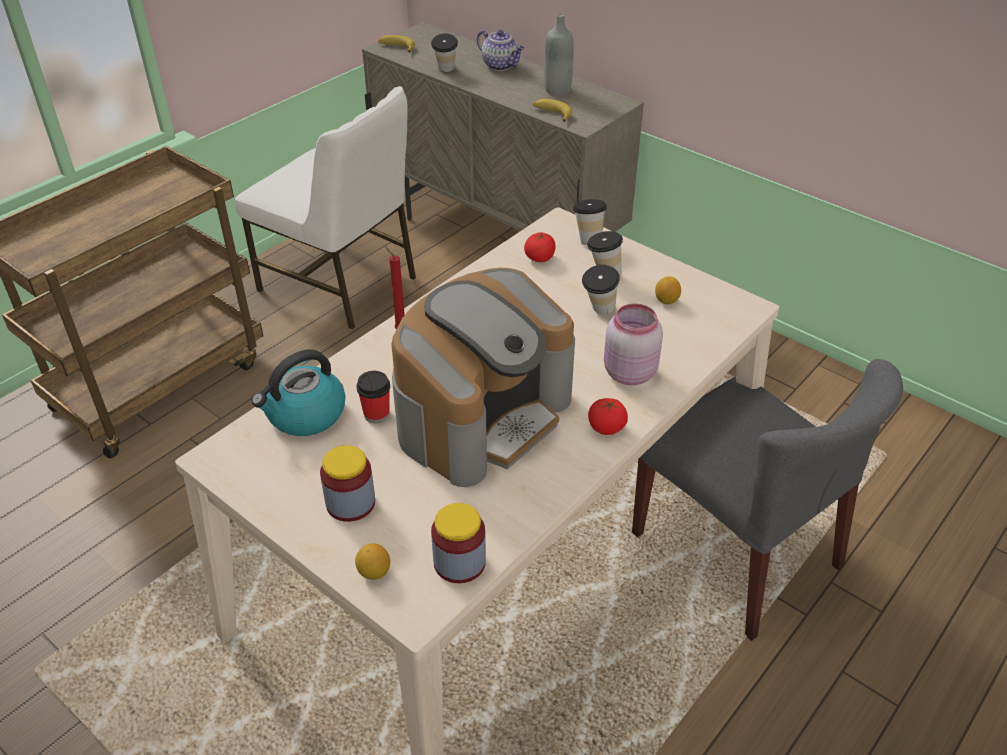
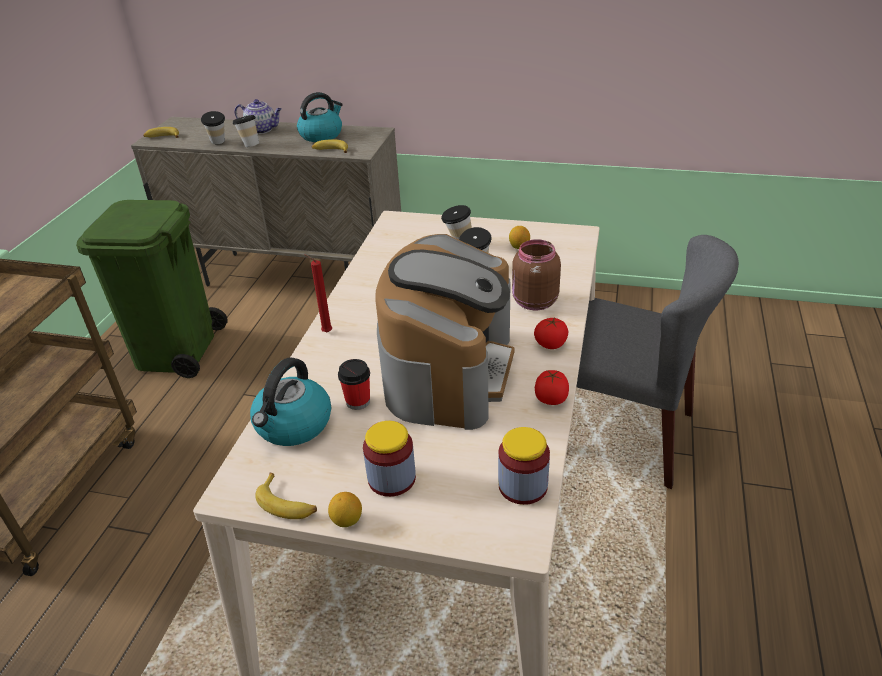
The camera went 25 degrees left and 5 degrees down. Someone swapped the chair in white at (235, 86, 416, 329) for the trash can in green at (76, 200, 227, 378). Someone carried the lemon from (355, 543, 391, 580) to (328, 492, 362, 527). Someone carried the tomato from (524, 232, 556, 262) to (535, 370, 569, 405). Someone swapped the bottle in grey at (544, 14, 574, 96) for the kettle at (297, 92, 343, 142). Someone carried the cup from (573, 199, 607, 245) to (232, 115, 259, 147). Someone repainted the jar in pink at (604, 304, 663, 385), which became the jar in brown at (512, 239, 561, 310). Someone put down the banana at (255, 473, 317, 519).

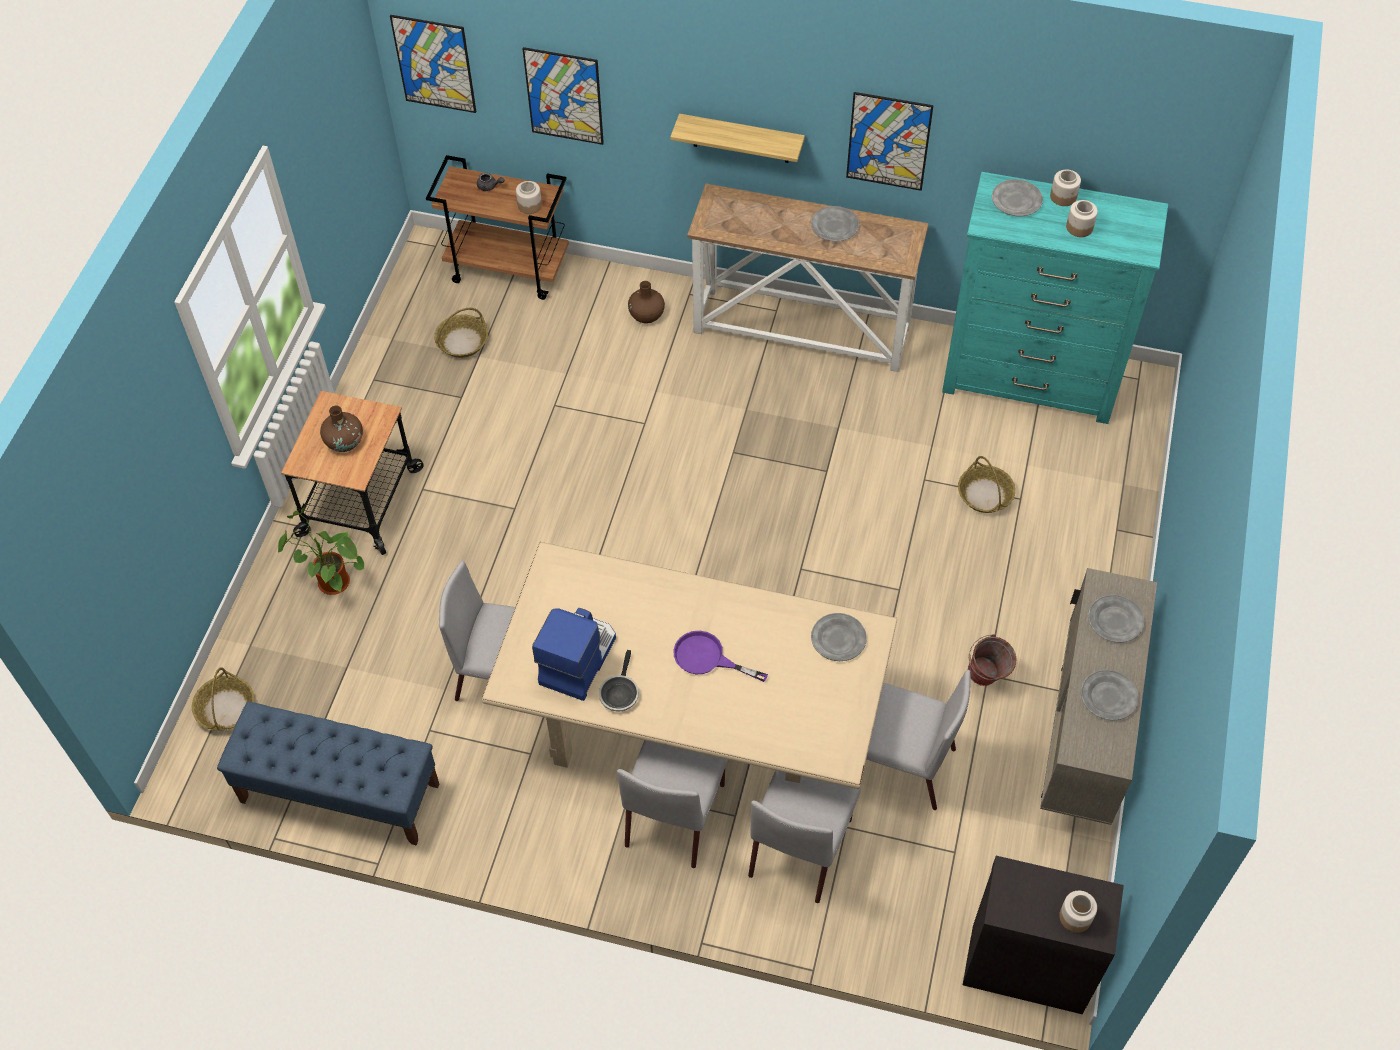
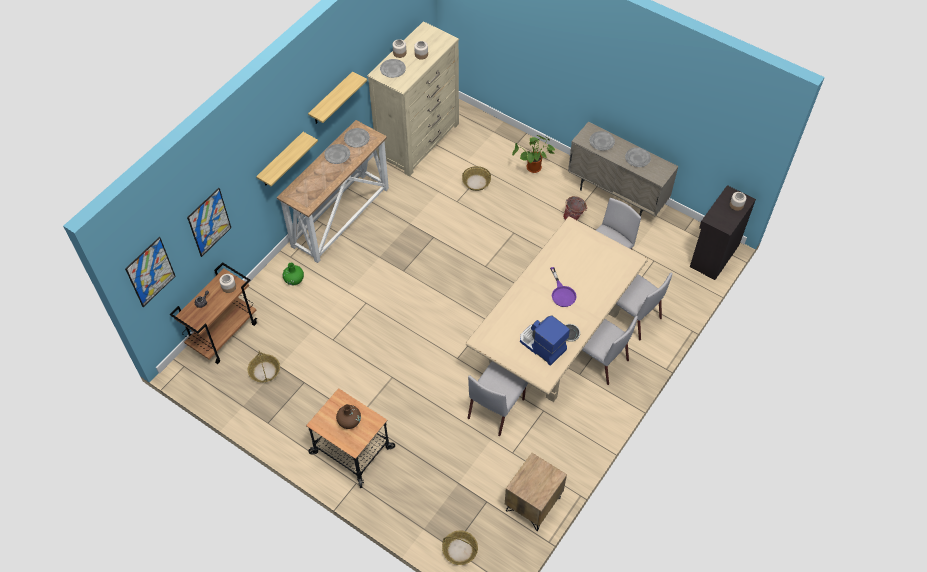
The camera went 70 degrees left and 0 degrees up. Someone swapped the bench in blue at (217, 702, 439, 845) for the nightstand in brown at (505, 453, 567, 531). Someone carried the potted plant from (278, 506, 365, 595) to (512, 135, 556, 173). Someone repainted the vase in brown at (628, 281, 665, 323), which became the vase in green at (283, 263, 304, 285). Someone rotated the frying pan in purple at (673, 631, 768, 682) by 60 degrees counterclockwise. Someone carried the plate in grey from (811, 613, 867, 661) to (344, 128, 370, 148). Someone swapped the picture at (846, 92, 934, 191) for the shelf at (308, 71, 367, 124). Someone repainted the dresser in turquoise at (942, 172, 1168, 424), which became the dresser in beige at (367, 21, 459, 176).

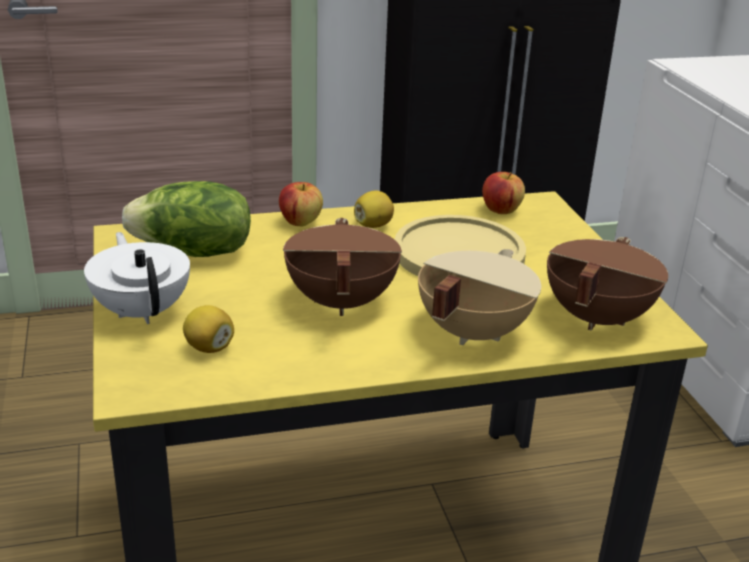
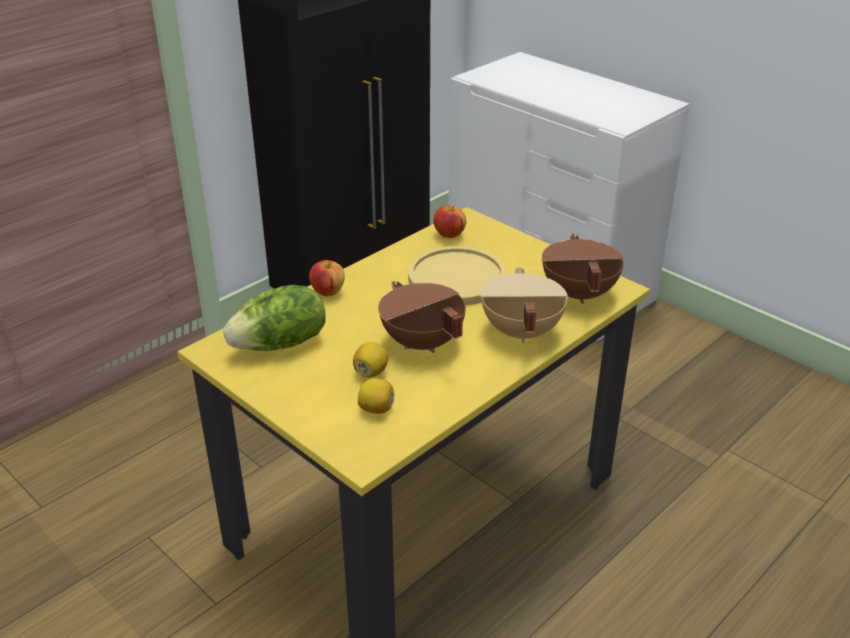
The camera went 30 degrees left and 5 degrees up. Someone took away the teapot in white at (84, 232, 190, 324). Someone carried the lemon from (354, 191, 394, 228) to (353, 342, 388, 378).

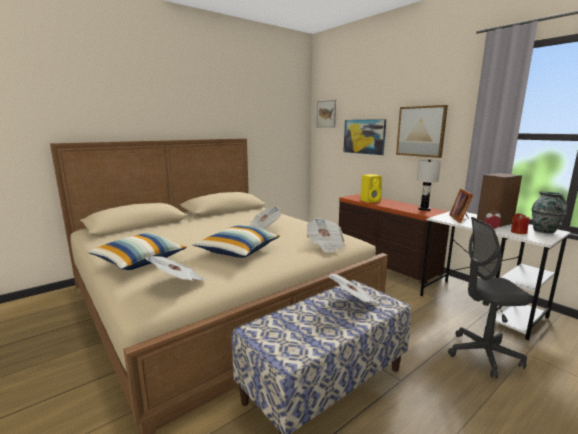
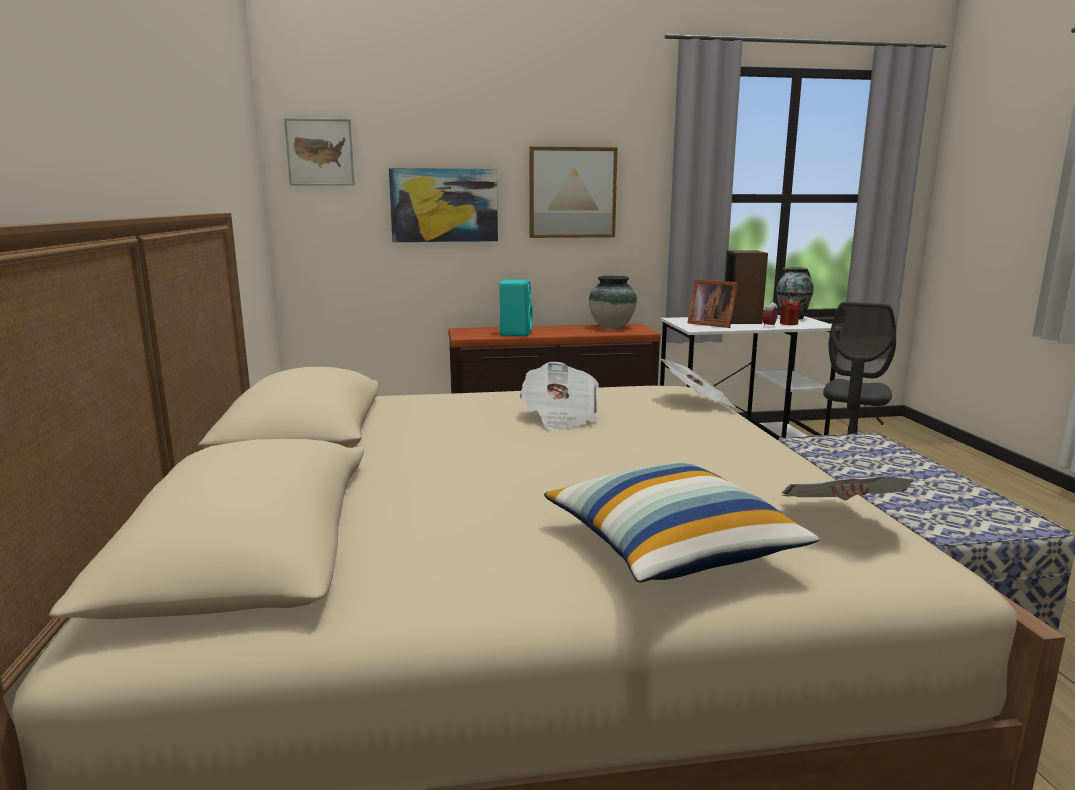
The camera went 60 degrees left and 0 degrees up. Someone took away the pillow at (193, 225, 280, 258). Someone took away the newspaper at (328, 274, 380, 303). Someone repainted the speaker in yellow at (360, 174, 382, 203), which became the speaker in turquoise at (499, 280, 533, 336). Someone swapped the table lamp in white at (416, 160, 441, 211) for the vase at (589, 276, 637, 329).

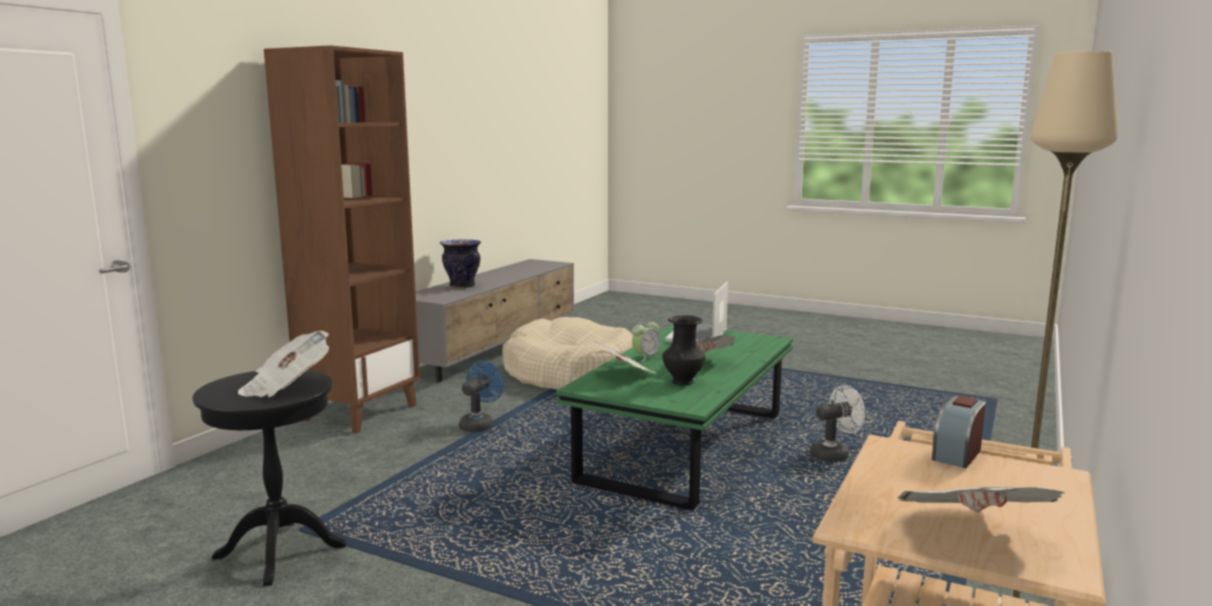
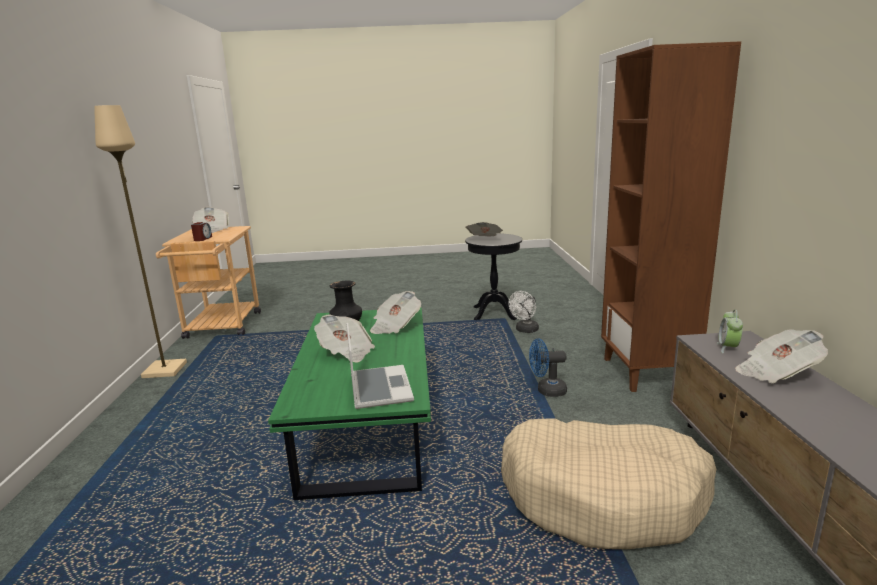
The camera went 150 degrees right and 5 degrees up. Someone swapped the vase at (440, 239, 481, 288) for the newspaper at (735, 329, 828, 383). Someone rotated the fan in blue at (459, 360, 504, 432) by 90 degrees clockwise. Someone carried the alarm clock from (632, 318, 661, 362) to (717, 309, 743, 354). Someone carried the fan in white from (810, 385, 865, 462) to (508, 291, 539, 333).

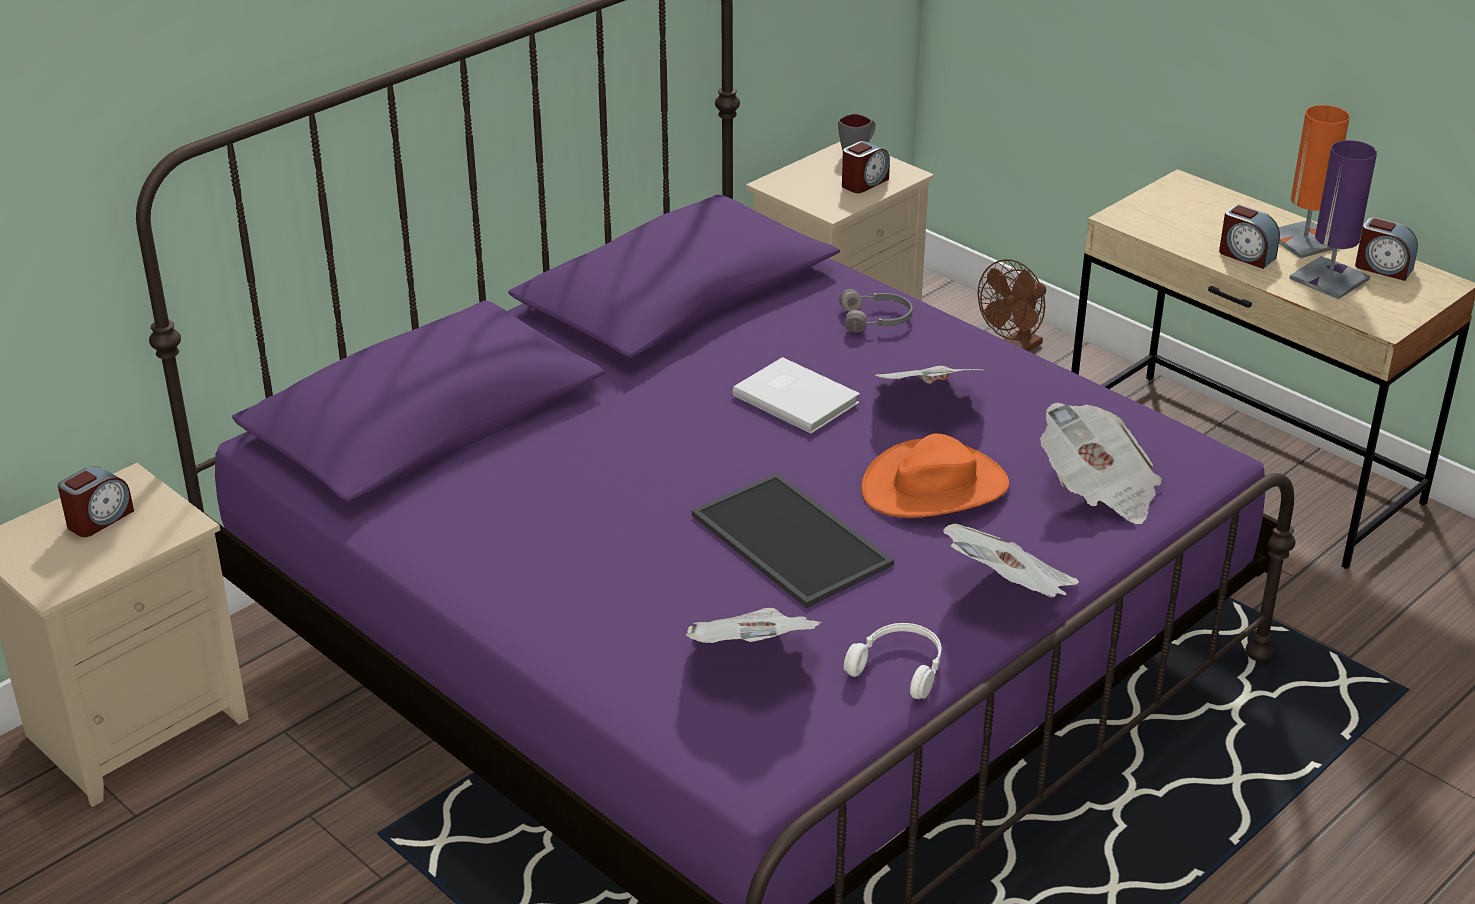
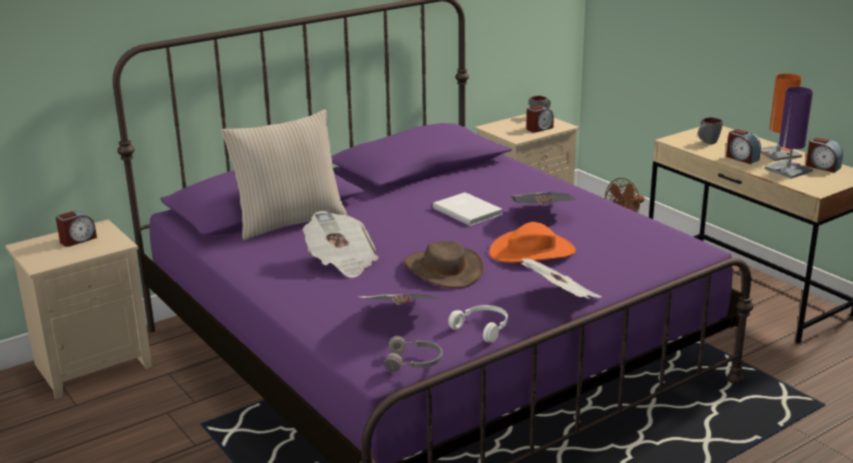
The camera went 10 degrees right and 10 degrees down. Someone swapped the tray at (692, 473, 894, 608) for the hat in brown at (404, 241, 483, 288). Someone carried the headphones in grey from (839, 289, 913, 333) to (384, 336, 443, 371). Someone carried the newspaper from (1040, 402, 1162, 524) to (303, 211, 379, 278). Someone put down the pillow in beige at (221, 109, 348, 240). Someone put down the mug in grey at (698, 117, 723, 144).

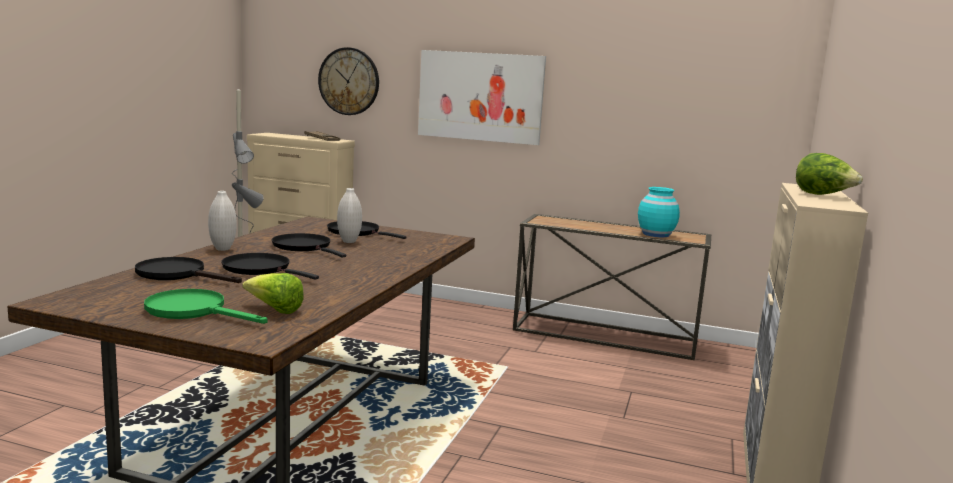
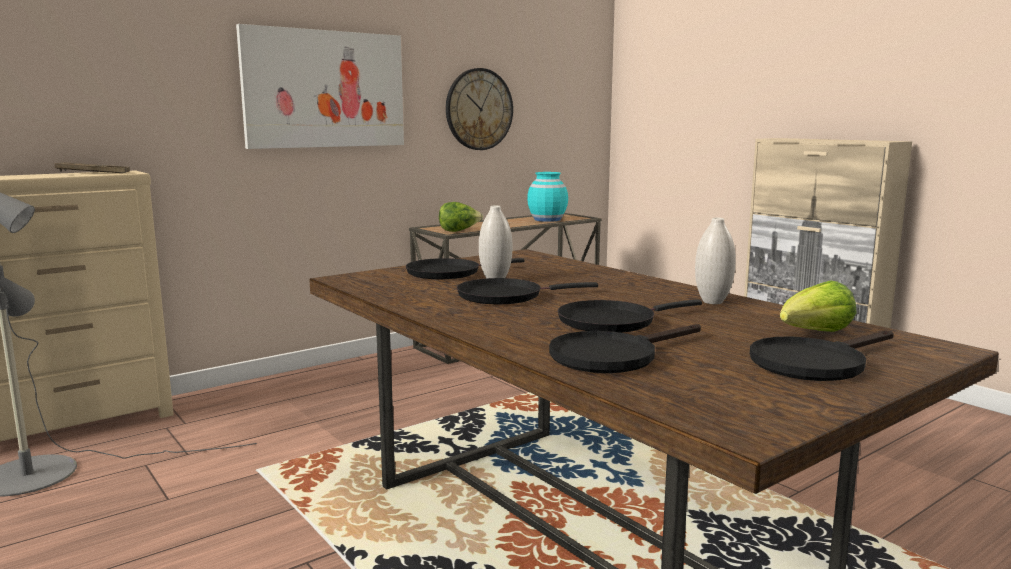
The camera went 55 degrees left and 0 degrees up. Someone repainted the frying pan in green at (144, 289, 267, 324), which became the frying pan in black at (750, 330, 894, 381). Someone carried the vase in white from (208, 191, 237, 251) to (695, 218, 736, 304). Someone carried the wall clock from (318, 47, 379, 115) to (446, 68, 513, 150). Someone carried the lettuce from (796, 153, 863, 195) to (439, 202, 483, 232).

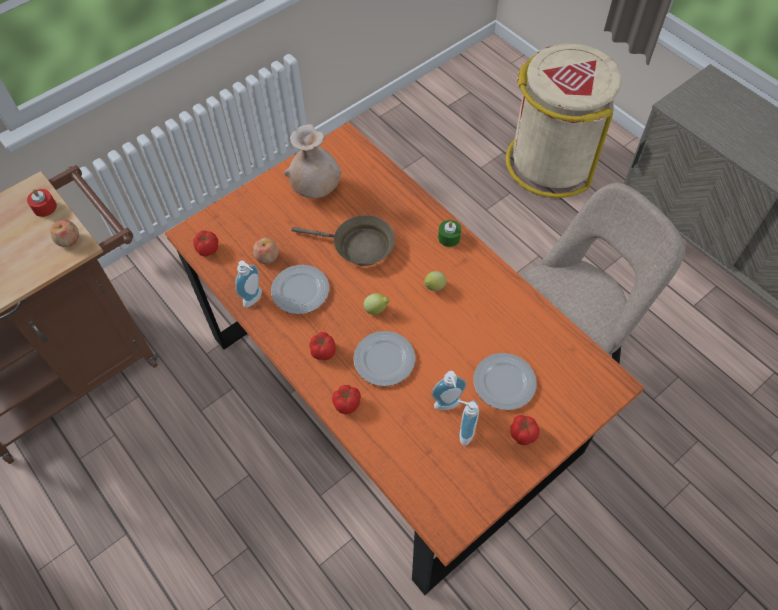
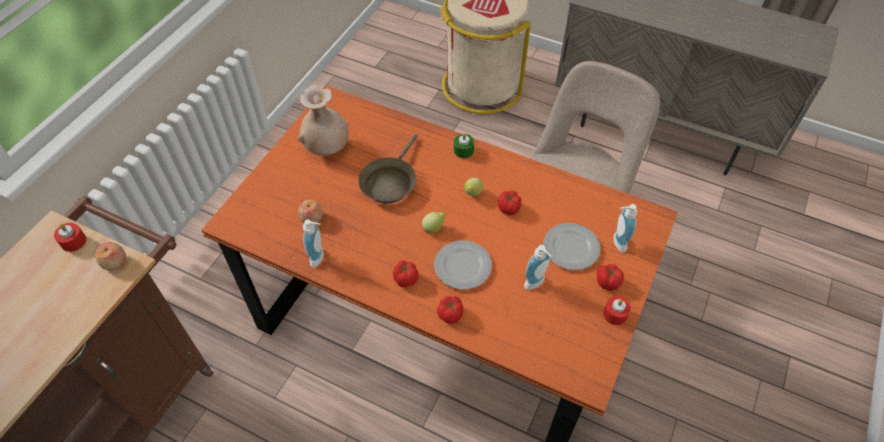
The camera went 25 degrees left and 5 degrees down. Someone carried the tomato from (193, 230, 218, 257) to (498, 191, 521, 215). Someone took away the plate at (271, 265, 329, 314). Someone rotated the frying pan in brown at (291, 215, 395, 266) by 120 degrees clockwise. Someone carried the soap dispenser from (457, 400, 479, 446) to (613, 204, 637, 253). Someone put down the candle in red at (603, 296, 631, 325).

